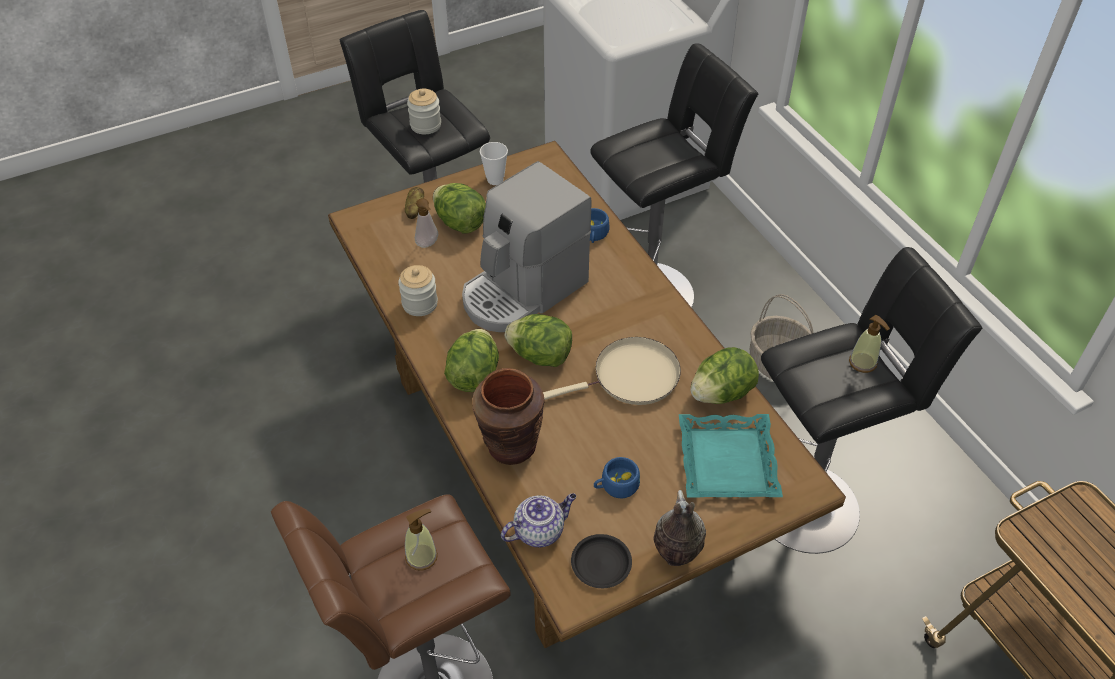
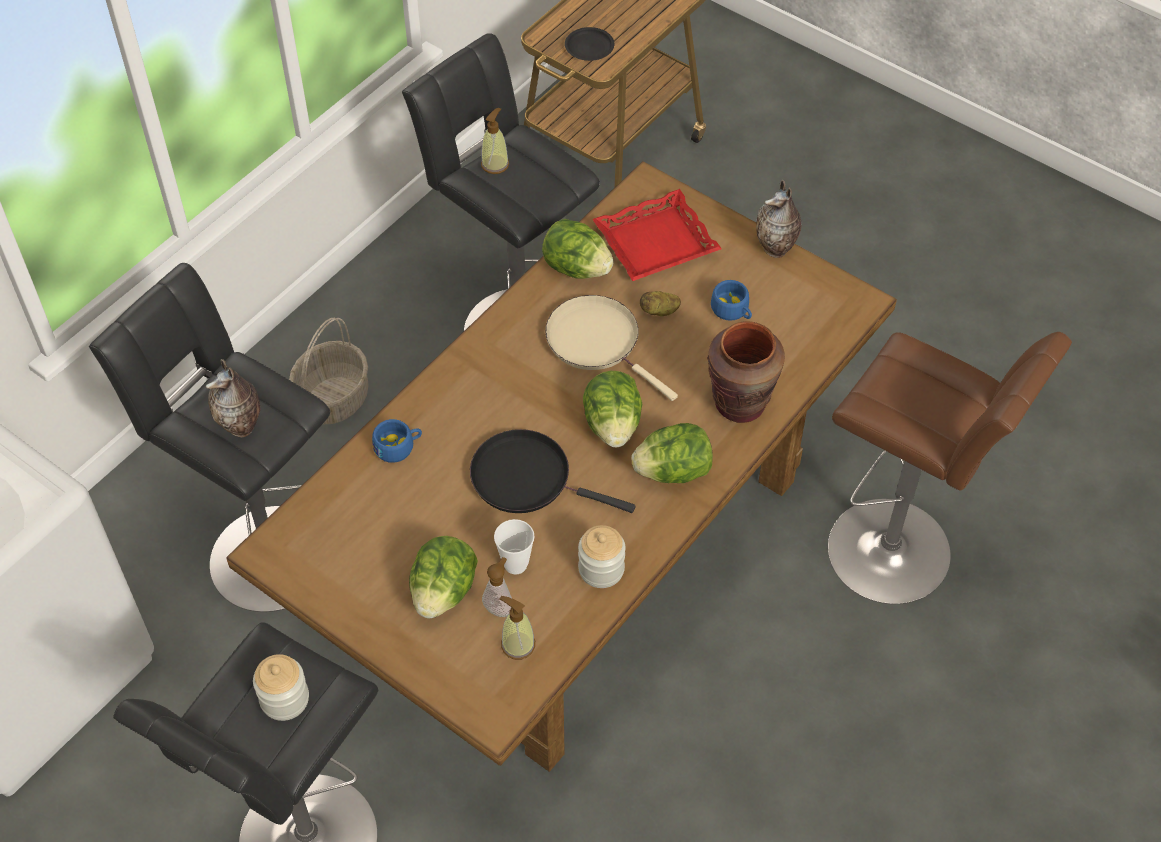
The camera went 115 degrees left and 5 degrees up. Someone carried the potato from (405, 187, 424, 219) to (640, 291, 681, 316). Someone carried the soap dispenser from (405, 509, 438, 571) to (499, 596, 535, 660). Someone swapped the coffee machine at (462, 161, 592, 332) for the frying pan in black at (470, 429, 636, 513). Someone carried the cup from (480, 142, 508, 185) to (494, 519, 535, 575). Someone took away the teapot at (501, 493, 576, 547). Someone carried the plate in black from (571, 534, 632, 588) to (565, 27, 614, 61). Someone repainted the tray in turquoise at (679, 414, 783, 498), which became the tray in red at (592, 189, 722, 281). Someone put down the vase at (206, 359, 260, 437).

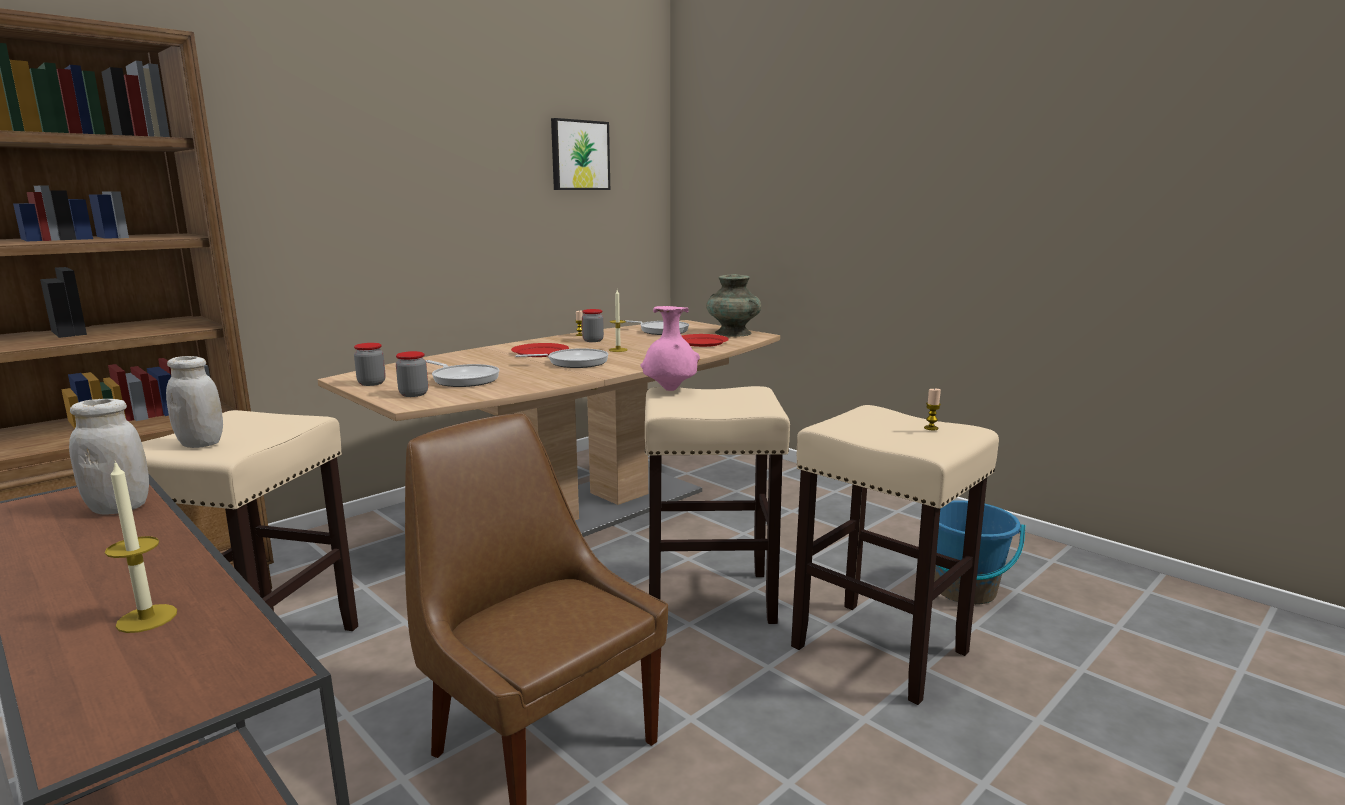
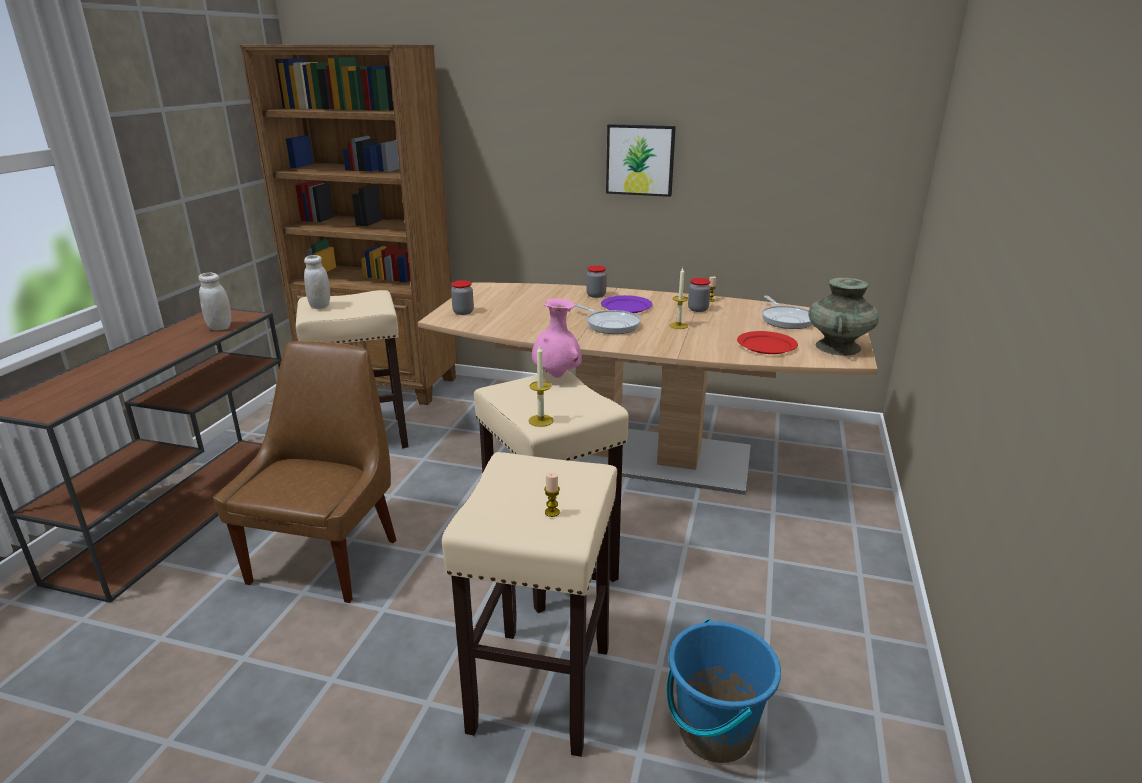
The camera went 60 degrees right and 10 degrees up. Someone carried the candle from (105, 460, 177, 633) to (529, 345, 554, 427). Someone carried the jar from (354, 343, 386, 386) to (586, 265, 607, 298). Someone took away the frying pan at (426, 360, 499, 387). Someone repainted the plate in red at (511, 343, 569, 357), which became the plate in purple at (601, 295, 653, 313). Someone carried the picture from (551, 118, 610, 190) to (606, 124, 676, 197).

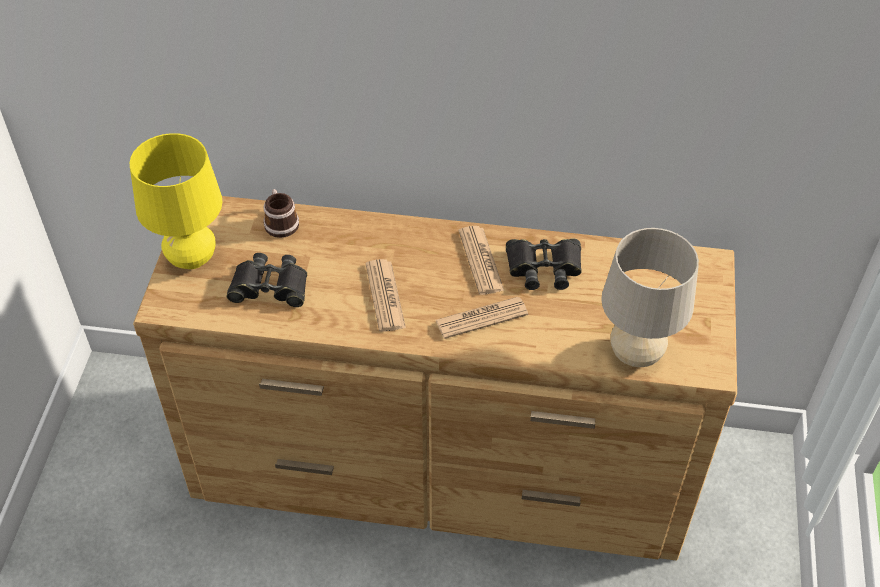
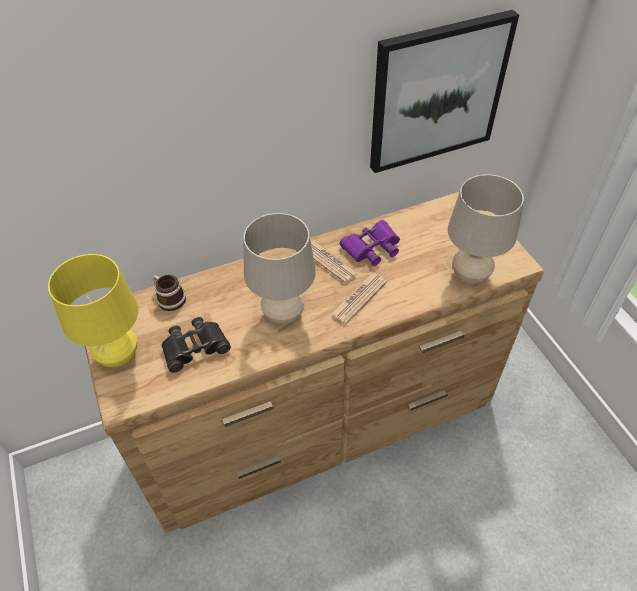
The camera went 30 degrees left and 0 degrees up. Someone swapped the newspaper at (366, 259, 406, 332) for the table lamp in beige at (244, 213, 316, 324). Someone repainted the binoculars in black at (506, 238, 582, 290), which became the binoculars in purple at (339, 220, 400, 266). Someone put up the picture at (370, 10, 519, 173).

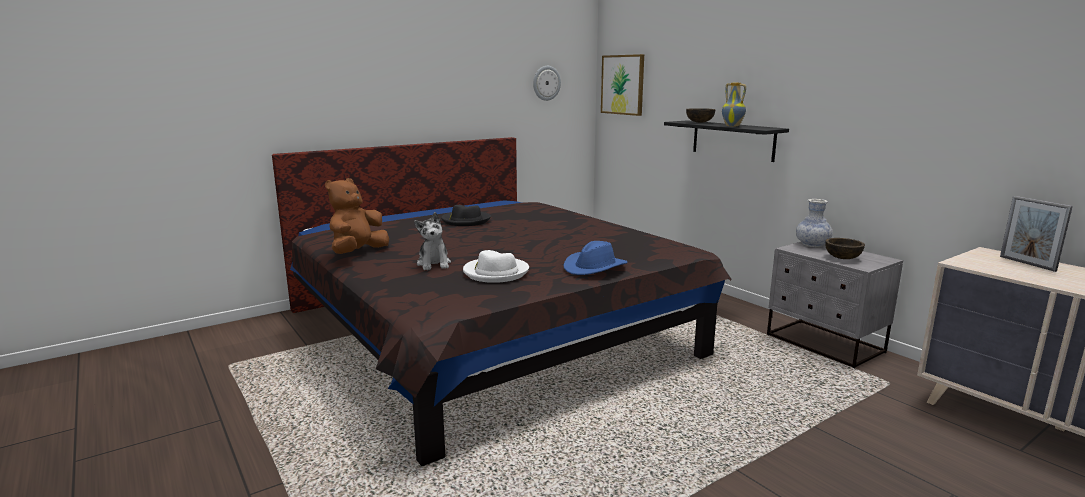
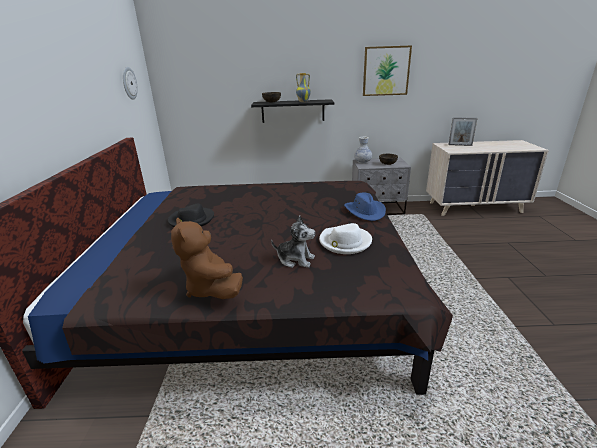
The camera went 55 degrees left and 10 degrees up. Someone carried the picture from (601, 54, 644, 116) to (363, 45, 412, 96).

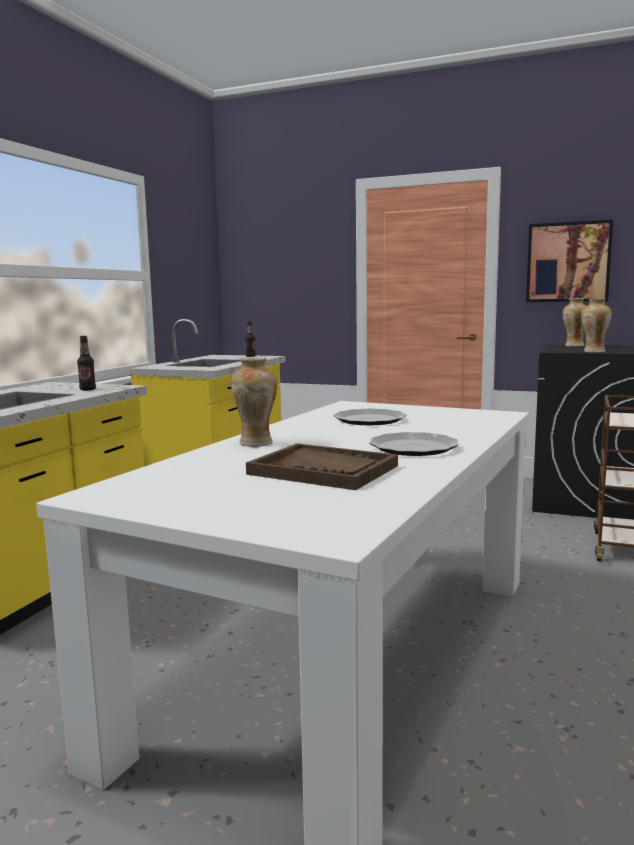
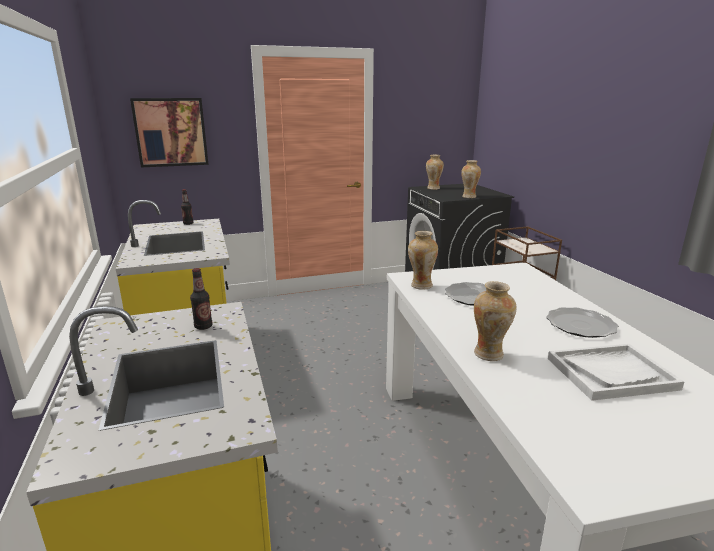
The camera went 40 degrees left and 10 degrees up. Someone repainted the tray in brown at (246, 443, 398, 490), which became the tray in white at (548, 344, 684, 401). Someone carried the picture from (526, 220, 613, 302) to (130, 98, 209, 167). Someone put down the vase at (408, 231, 438, 290).

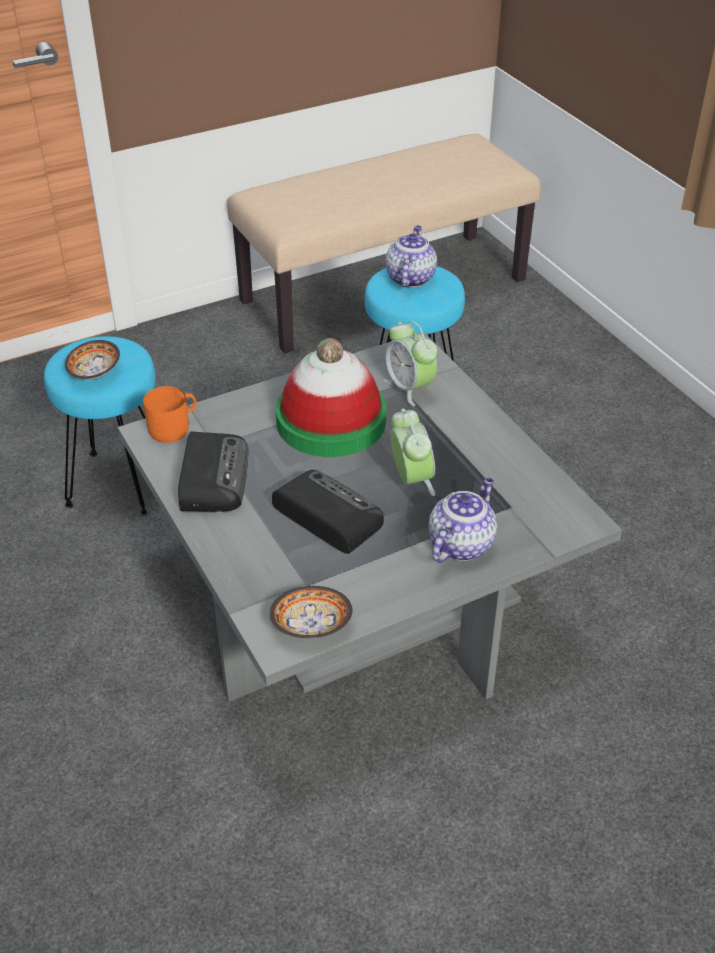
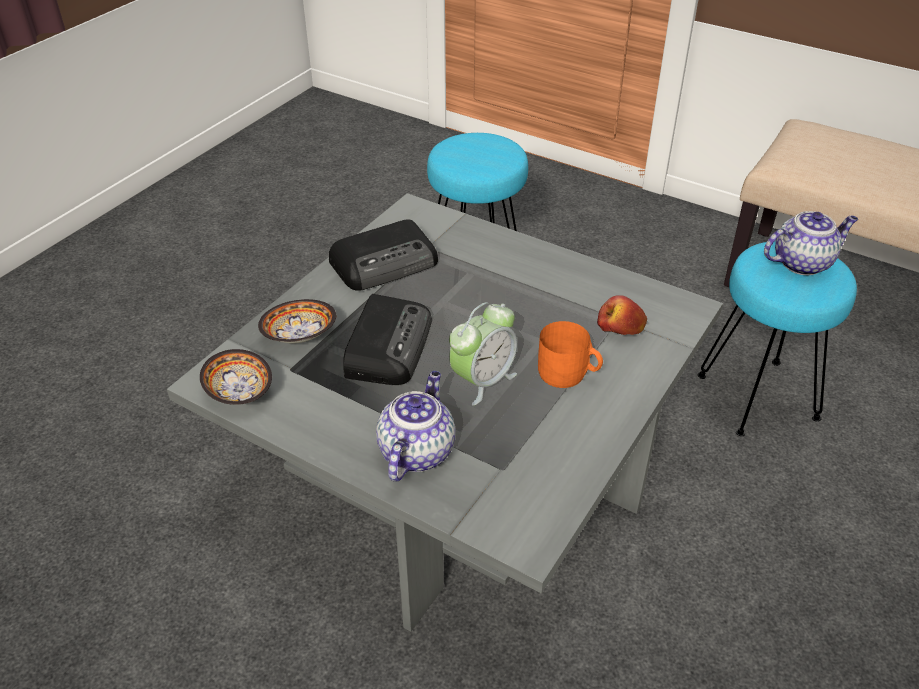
The camera went 60 degrees right and 0 degrees up. Someone carried the bowl from (65, 340, 120, 380) to (258, 299, 336, 343). Someone carried the mug in orange from (143, 386, 197, 443) to (538, 321, 603, 388). Someone took away the hat at (276, 338, 386, 457). Someone swapped the alarm clock at (384, 321, 437, 406) for the apple at (597, 295, 647, 335). Someone rotated the teapot at (428, 478, 497, 563) by 75 degrees counterclockwise.

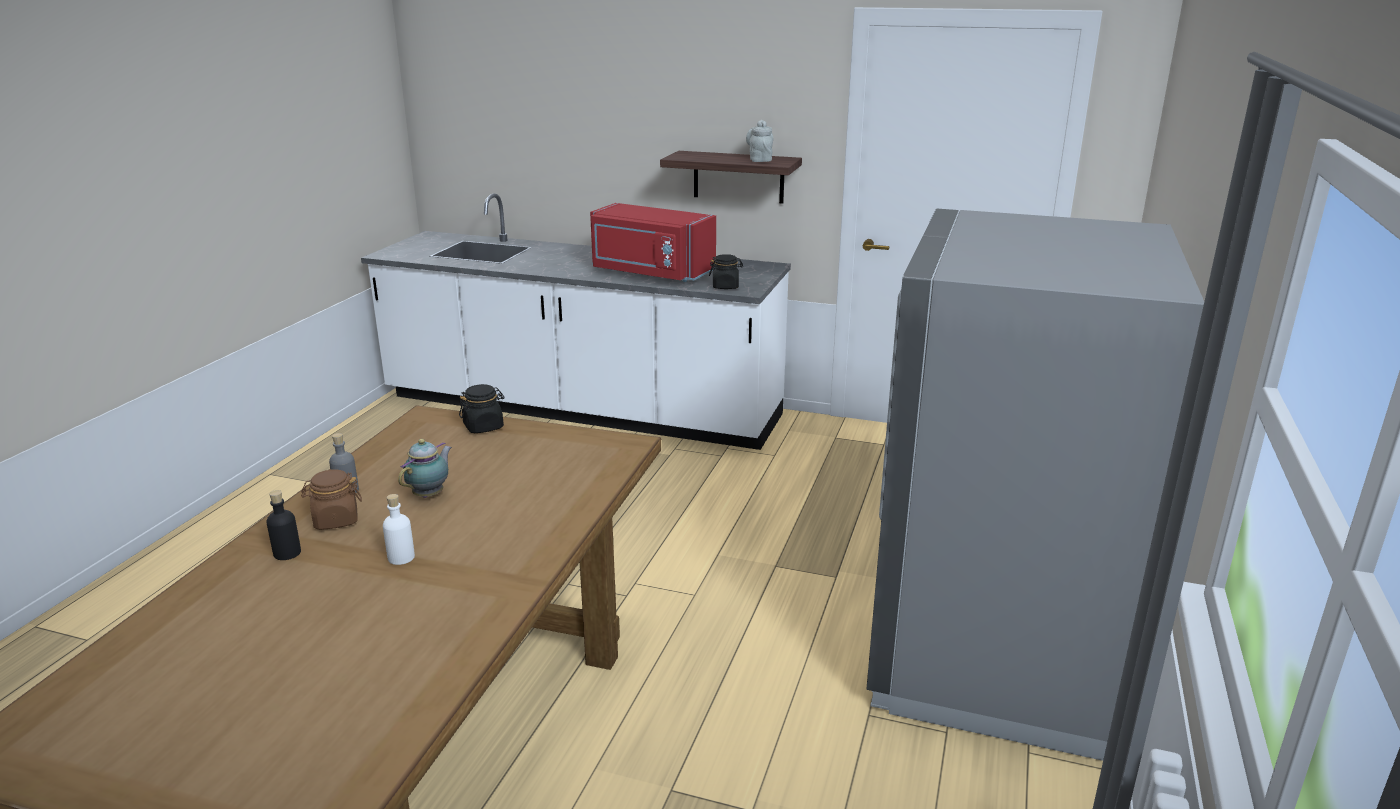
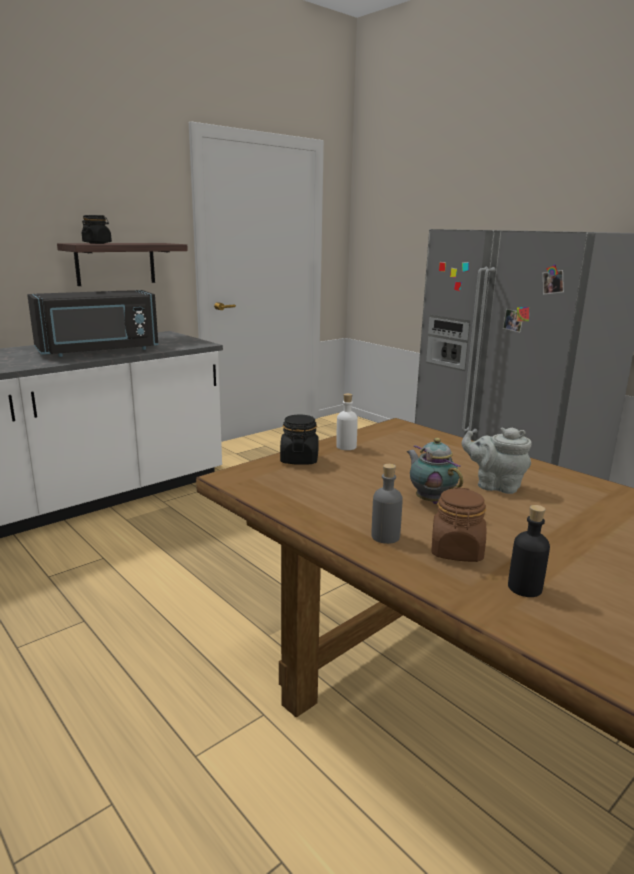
The camera went 60 degrees left and 5 degrees down. Someone carried the bottle in white from (383, 494, 415, 565) to (336, 393, 358, 450). Someone repainted the microwave in red at (590, 203, 716, 282), which became the microwave in black at (27, 290, 158, 357). Someone carried the jar in black from (709, 254, 743, 289) to (82, 215, 112, 244). Someone carried the teapot in grey from (746, 120, 773, 162) to (462, 427, 531, 494).

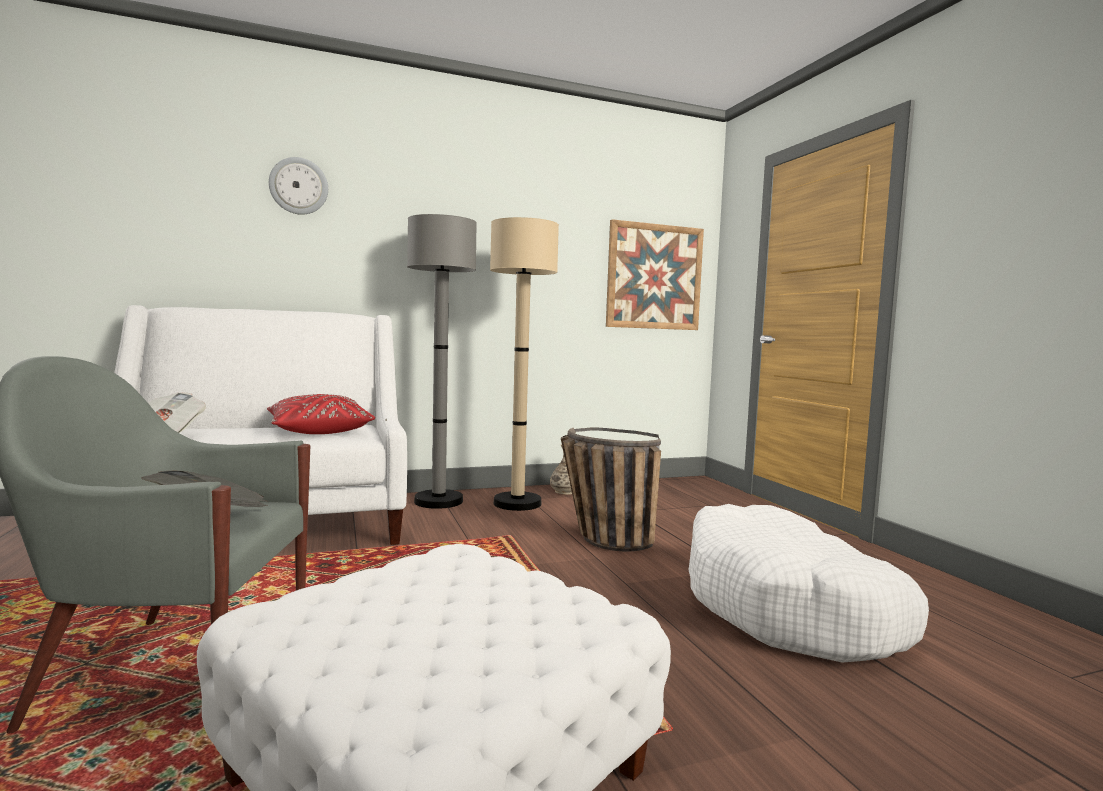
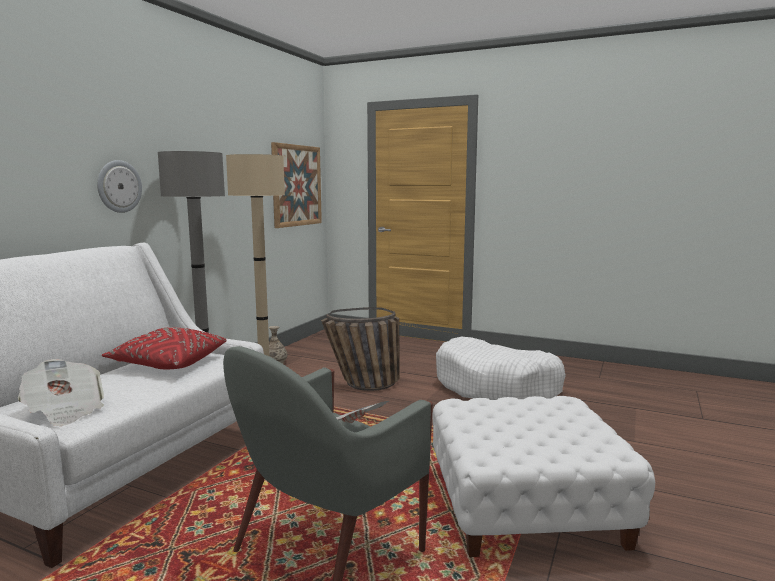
The camera went 45 degrees left and 5 degrees up. Someone carried the wall clock from (269, 157, 328, 215) to (97, 160, 142, 213).

